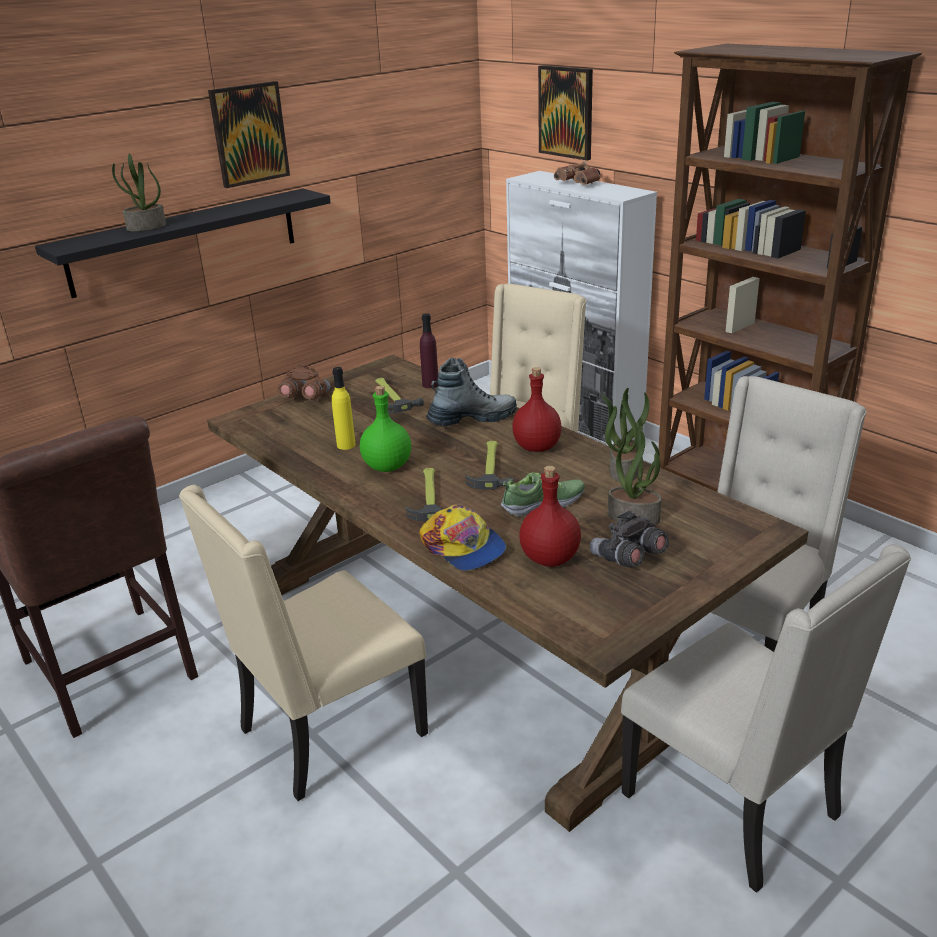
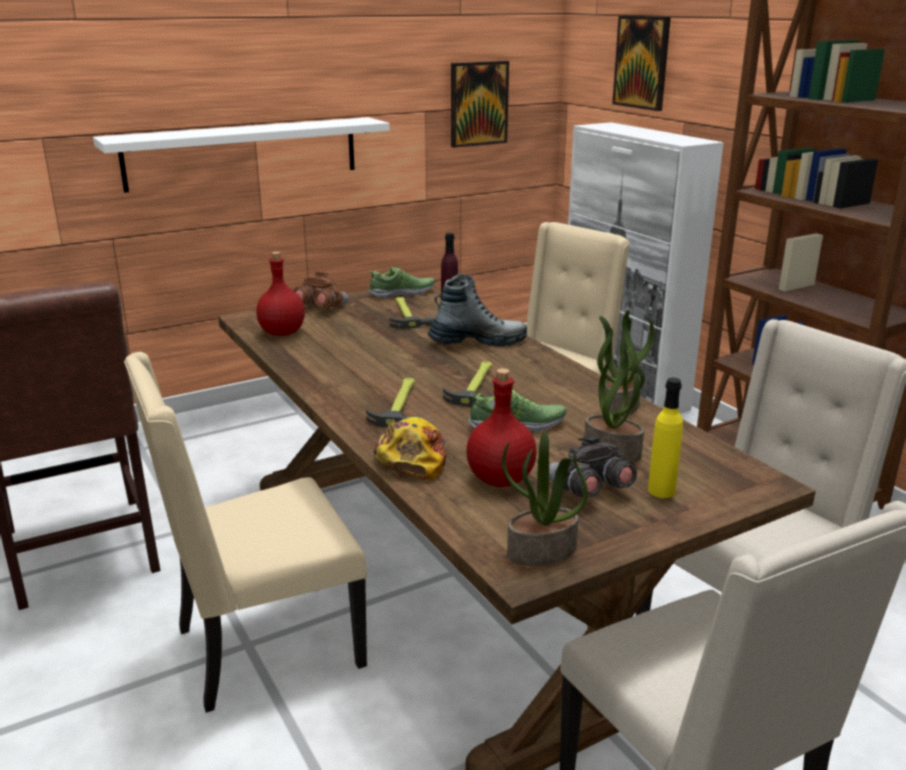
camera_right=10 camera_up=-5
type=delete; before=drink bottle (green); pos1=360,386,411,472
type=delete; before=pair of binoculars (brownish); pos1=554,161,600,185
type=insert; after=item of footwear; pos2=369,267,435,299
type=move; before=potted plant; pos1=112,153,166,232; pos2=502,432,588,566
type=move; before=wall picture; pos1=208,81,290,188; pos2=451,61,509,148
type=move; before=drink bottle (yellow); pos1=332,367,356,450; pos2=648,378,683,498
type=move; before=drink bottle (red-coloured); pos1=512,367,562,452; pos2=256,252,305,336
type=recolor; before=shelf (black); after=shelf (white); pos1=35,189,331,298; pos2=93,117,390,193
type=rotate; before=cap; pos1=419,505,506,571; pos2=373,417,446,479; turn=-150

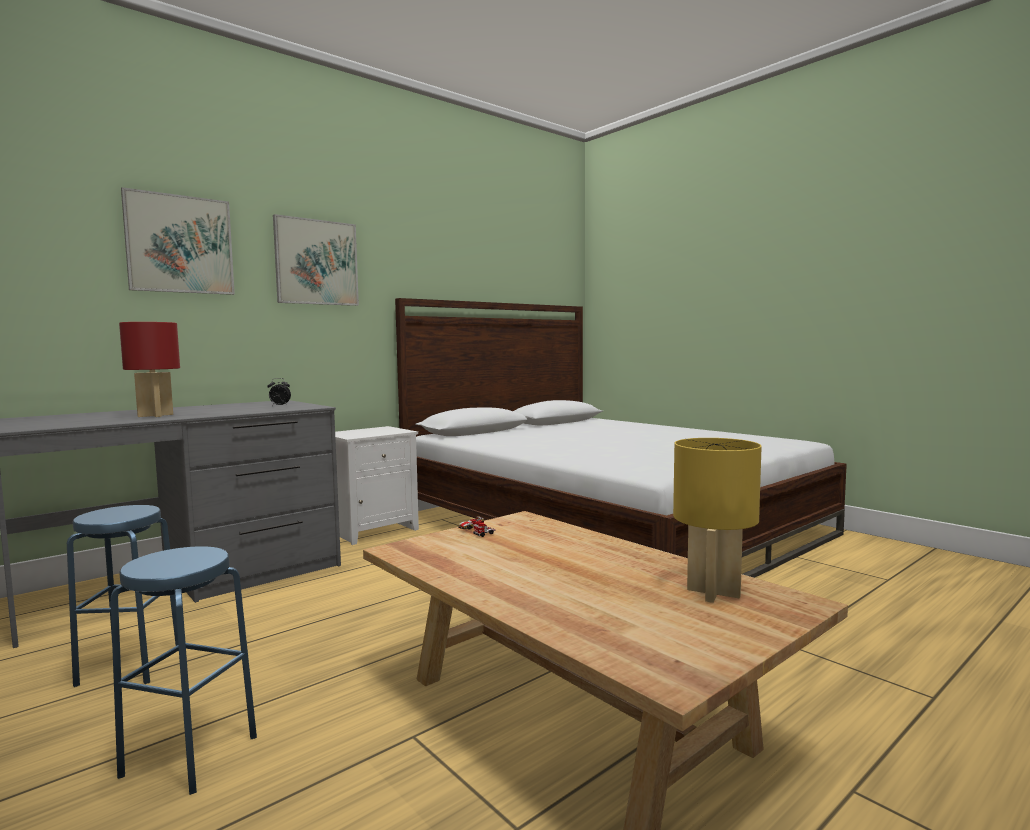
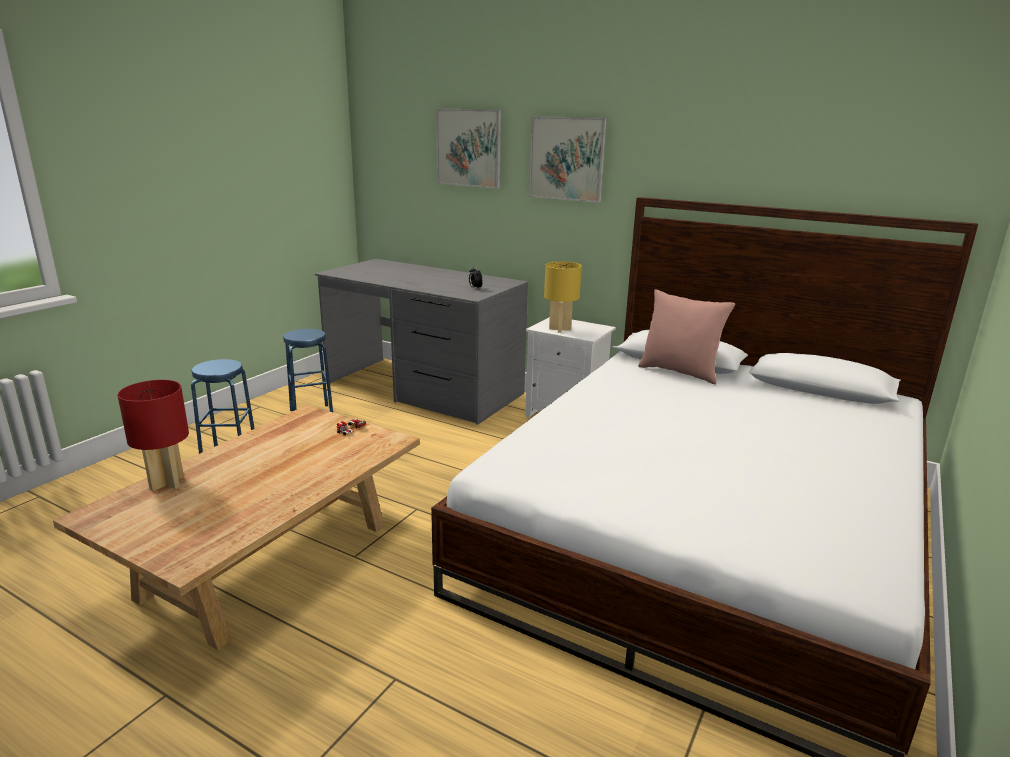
camera_right=70 camera_up=15
type=insert; after=pillow (pink); pos2=638,289,735,384
type=move; before=tabletop lamp (red-coloured); pos1=119,322,180,417; pos2=118,380,189,491
type=move; before=tabletop lamp (yellow); pos1=673,438,762,603; pos2=544,261,582,333

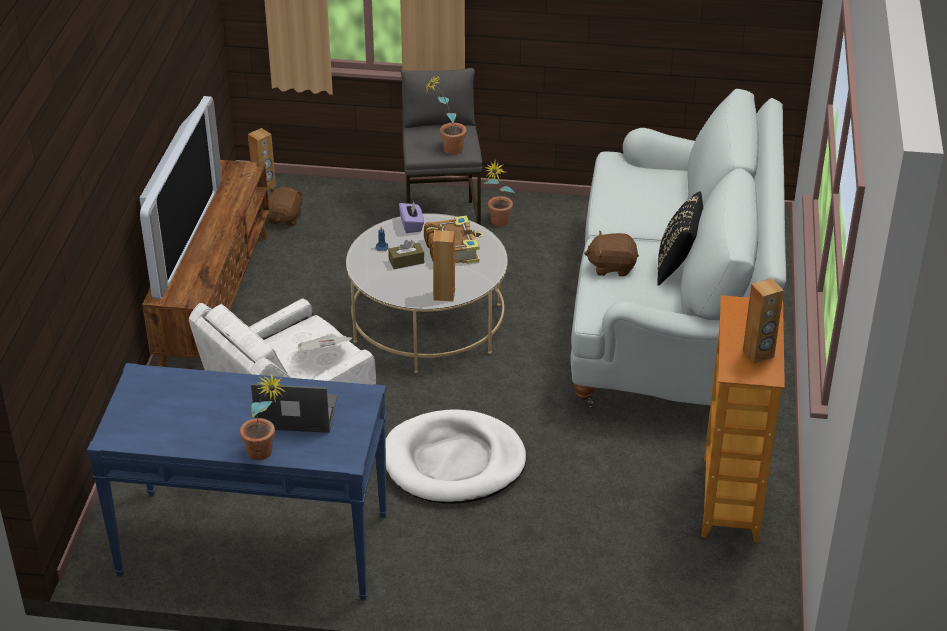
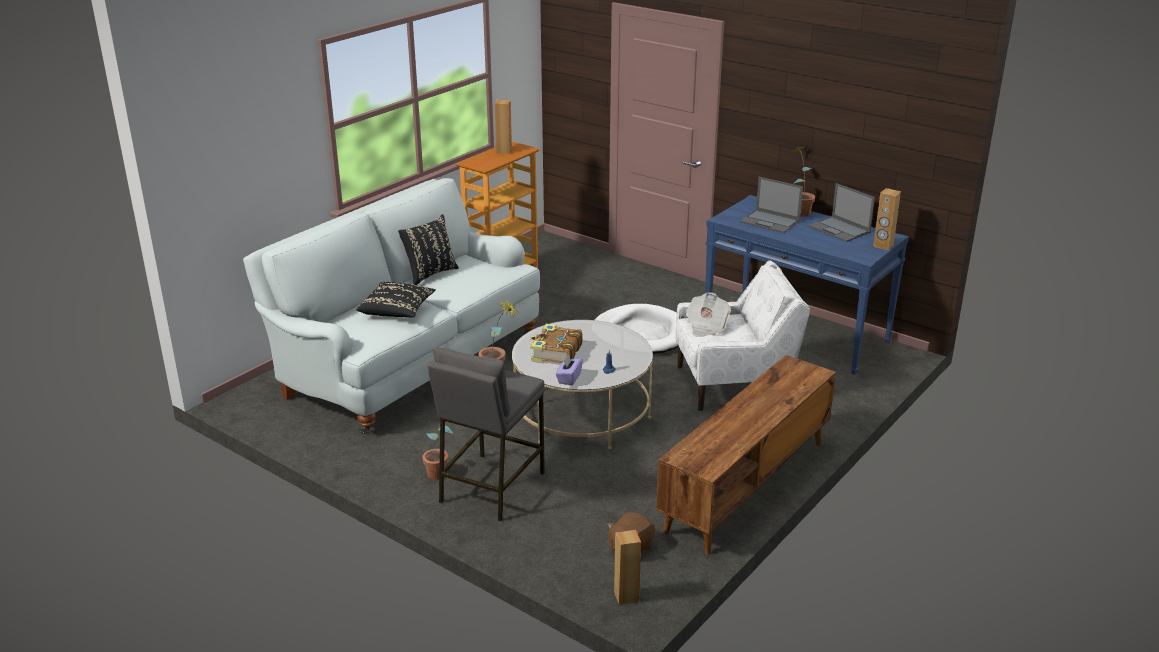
camera_right=-150 camera_up=-10
type=delete; before=TV; pos1=140,96,222,299
type=delete; before=box of tissues (brownish); pos1=388,240,424,269
type=delete; before=cuddly toy (brownish); pos1=584,230,639,276
type=insert; after=pillow (black); pos2=357,282,436,318
type=insert; after=portable computer; pos2=809,183,875,242
type=move; before=loudspeaker (brownish); pos1=433,230,455,301; pos2=873,188,901,250

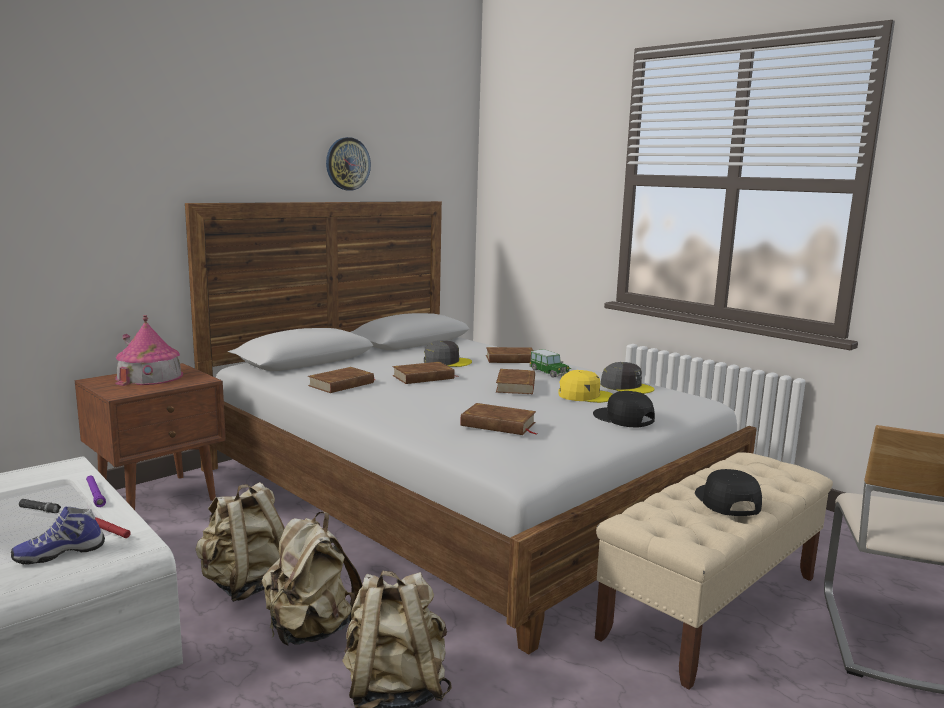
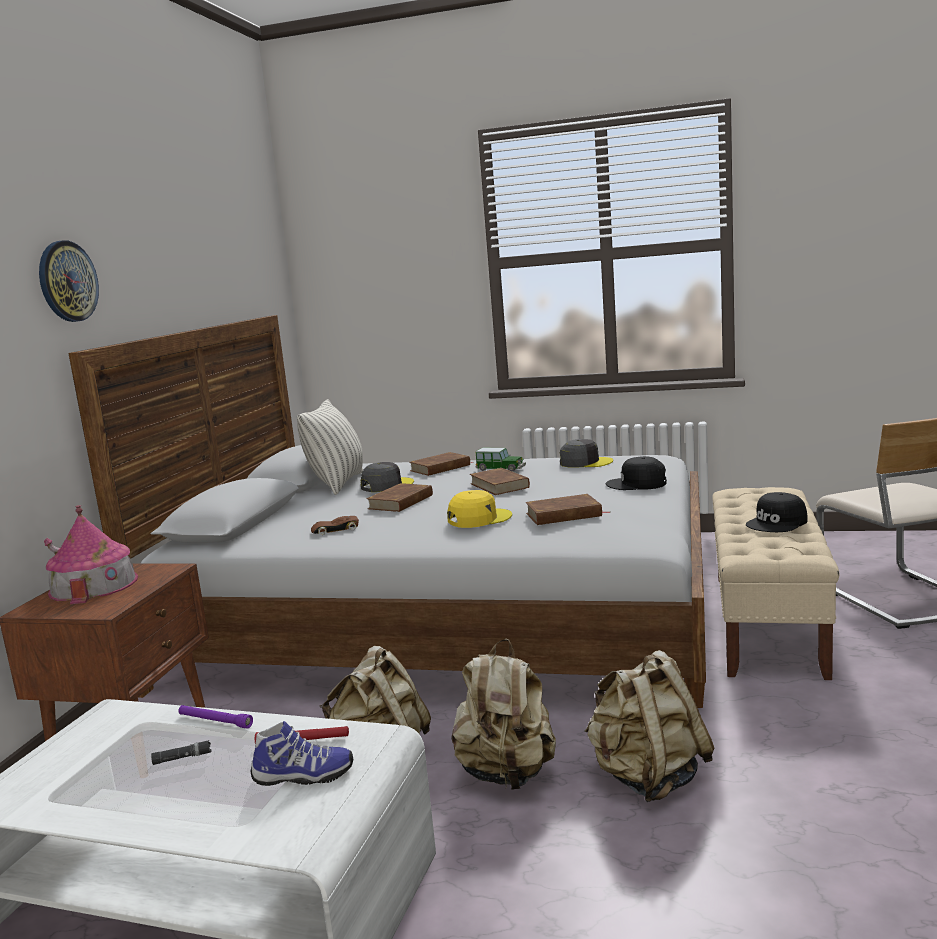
camera_right=-30 camera_up=0
type=insert; after=pillow; pos2=297,399,363,495
type=move; before=clock on the wall; pos1=326,137,371,191; pos2=39,241,99,322
type=move; before=cap (yellow); pos1=558,370,613,403; pos2=447,490,512,528
type=replace; before=volume (brownish); after=miniature car (brownish); pos1=308,367,375,393; pos2=311,516,359,535
type=rotate; before=item of footwear; pos1=11,506,105,565; pos2=250,721,353,786; turn=-120
type=rotate; before=cap (black); pos1=695,469,762,516; pos2=746,492,808,532; turn=-90

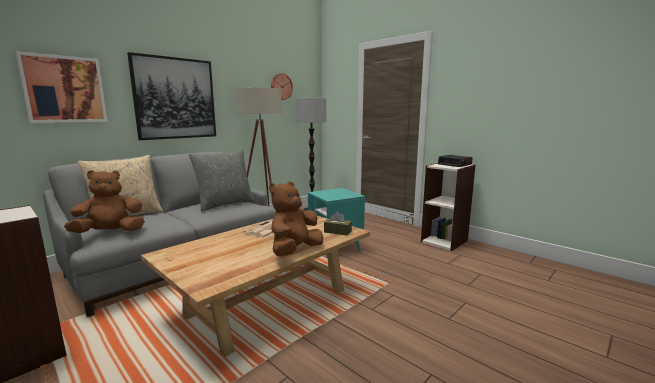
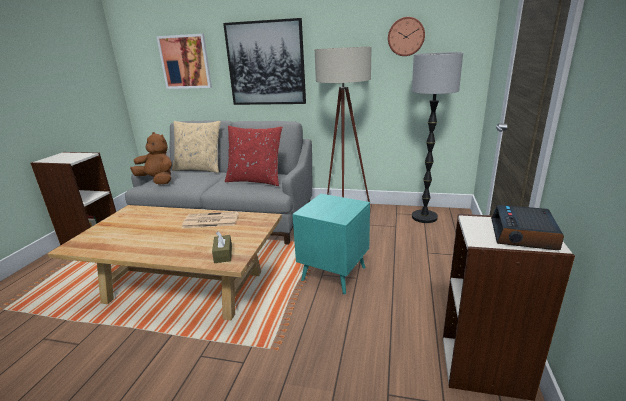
camera_right=60 camera_up=10
type=delete; before=cuddly toy (brownish); pos1=269,181,323,257
type=recolor; before=pillow (grey); after=pillow (red-coloured); pos1=189,150,255,212; pos2=225,126,282,186

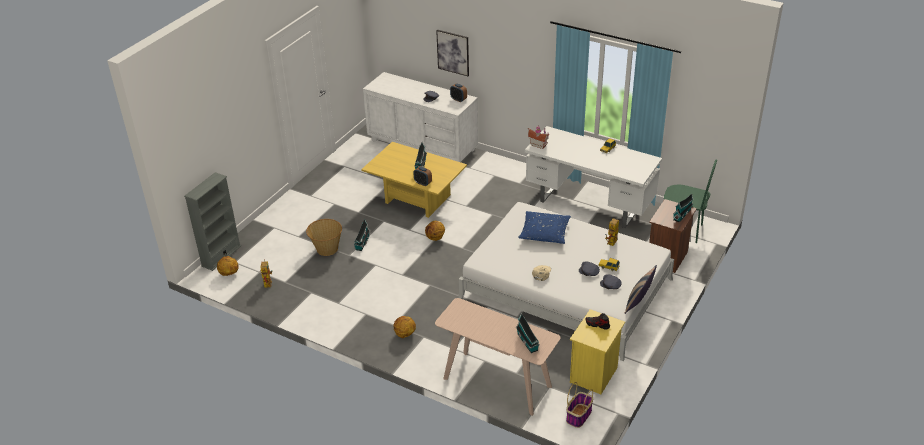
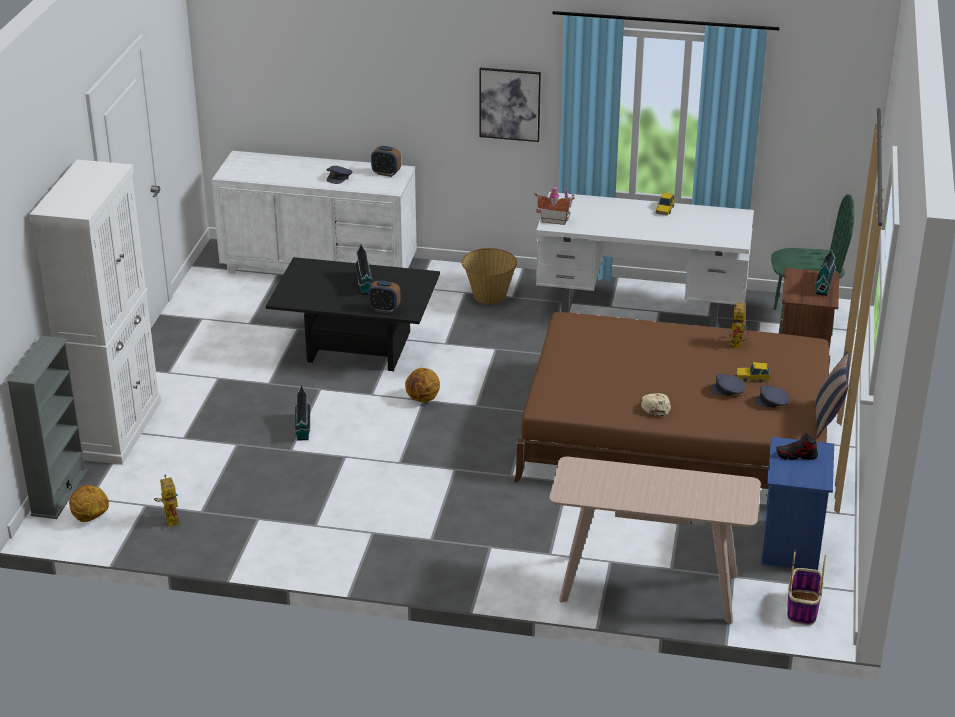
camera_right=-20 camera_up=-5
type=delete; before=basketball ball; pos1=393,316,416,338
type=delete; before=toy house; pos1=516,313,540,353
type=delete; before=pillow (blue); pos1=518,211,571,244
type=insert; after=cabinet (white); pos2=30,160,161,465
type=move; before=household basket; pos1=306,219,342,256; pos2=462,248,517,304
type=move; before=wall picture; pos1=436,29,469,76; pos2=479,68,541,142
type=recolor; before=lounge table (yellow); after=lounge table (black); pos1=361,142,467,218; pos2=266,257,440,371
type=recolor; before=bedroom bed (white); after=bedroom bed (brownish); pos1=458,202,674,361; pos2=513,312,831,489
type=recolor; before=bedside table (yellow); after=bedside table (blue); pos1=570,309,625,394; pos2=761,437,834,570

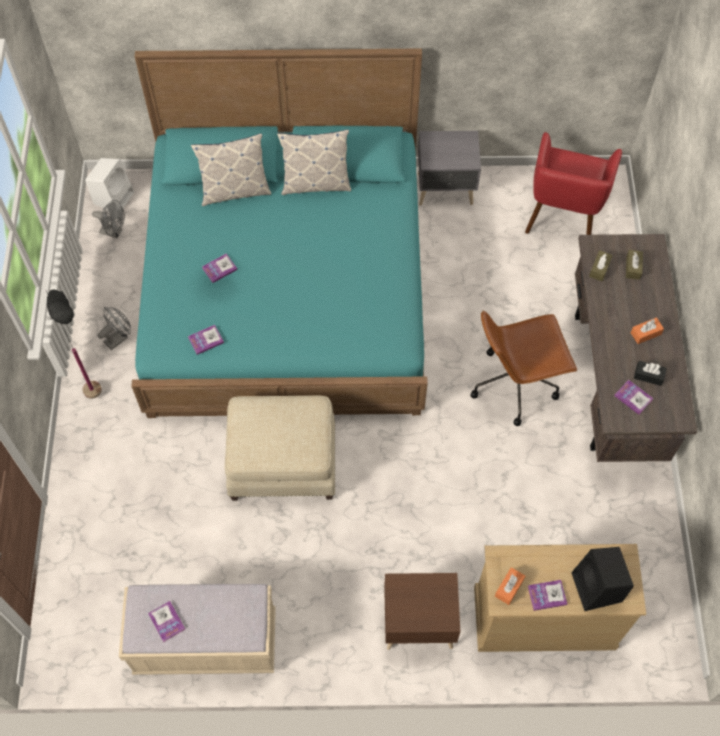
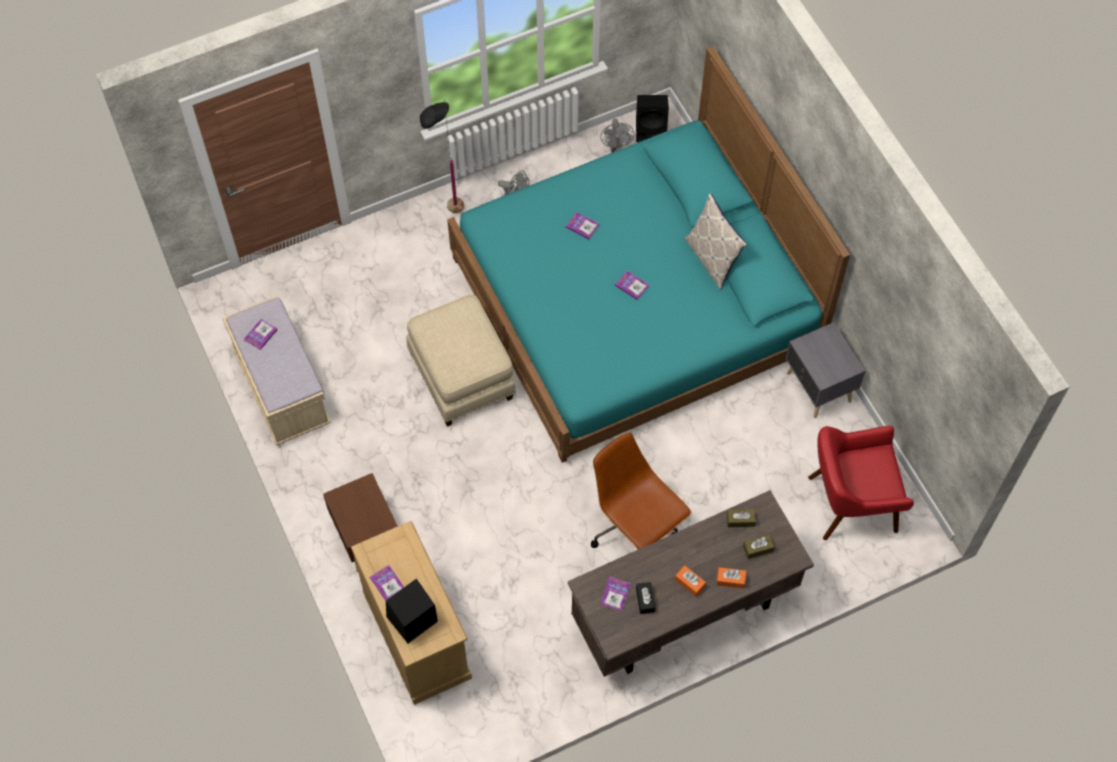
camera_right=65 camera_up=0
type=delete; before=pillow; pos1=191,133,271,206
type=move; before=volume; pos1=188,325,224,355; pos2=615,271,649,300
type=move; before=box of tissues (orange-coloured); pos1=495,567,525,605; pos2=717,567,746,589
type=recolor; before=loudspeaker (white); after=loudspeaker (black); pos1=85,158,134,210; pos2=636,95,669,142

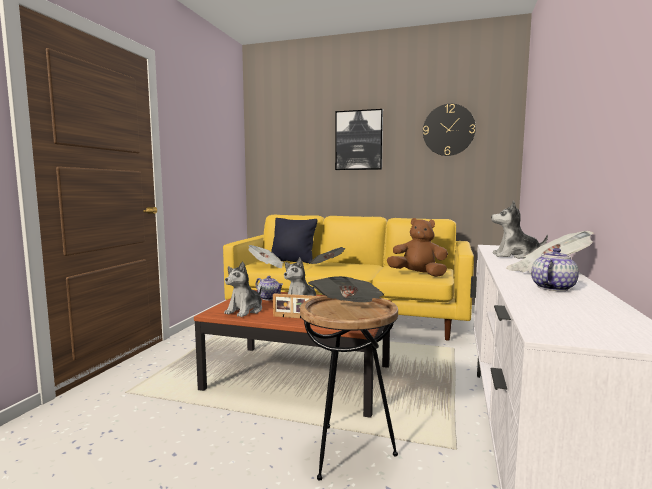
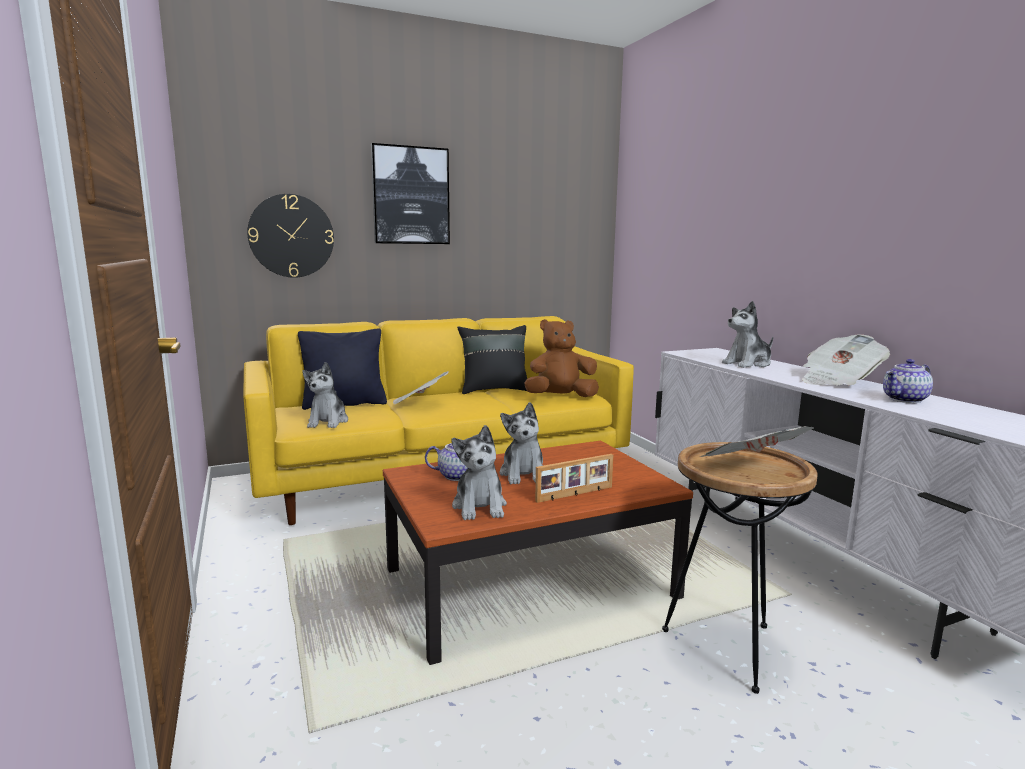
camera_right=-40 camera_up=5
type=insert; after=pillow (black); pos2=457,325,527,394
type=move; before=clock on the wall; pos1=423,104,476,156; pos2=247,194,334,278
type=replace; before=printed paper; after=cuddly toy; pos1=248,245,284,268; pos2=302,362,348,428
type=rotate; before=teapot; pos1=531,248,579,291; pos2=883,359,933,403; turn=-120

